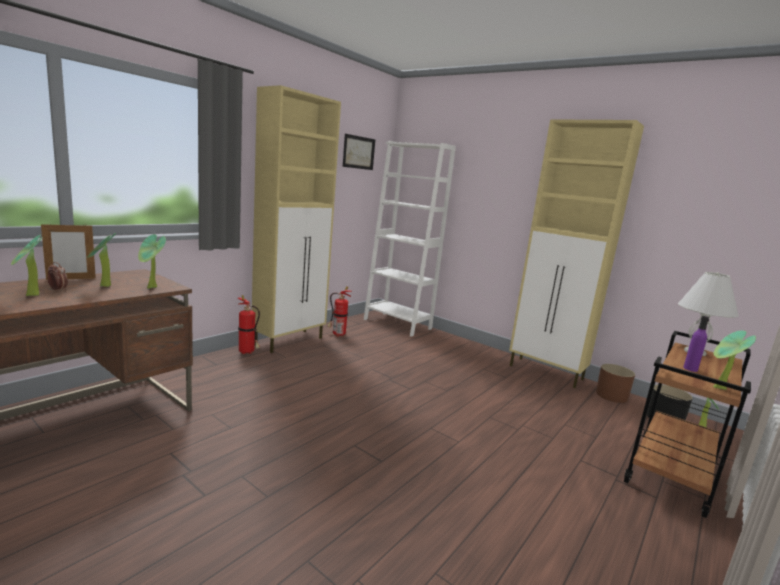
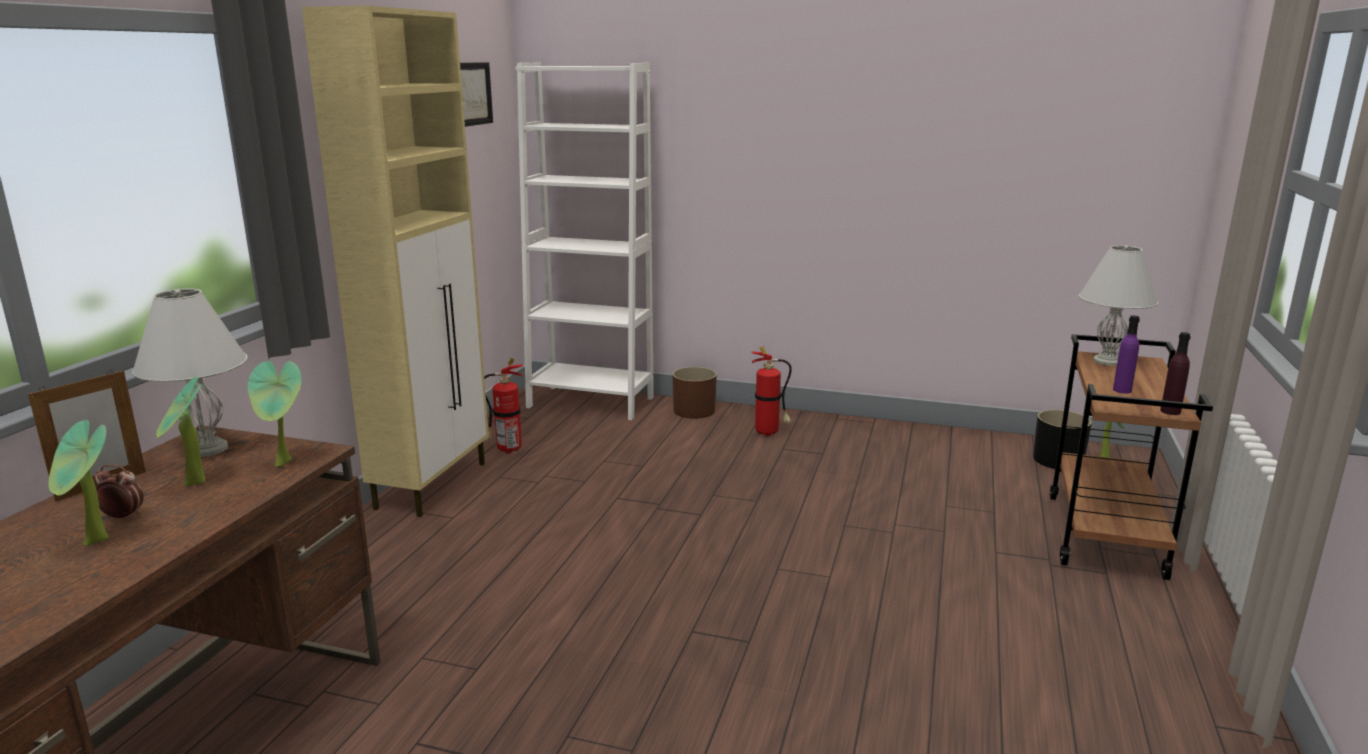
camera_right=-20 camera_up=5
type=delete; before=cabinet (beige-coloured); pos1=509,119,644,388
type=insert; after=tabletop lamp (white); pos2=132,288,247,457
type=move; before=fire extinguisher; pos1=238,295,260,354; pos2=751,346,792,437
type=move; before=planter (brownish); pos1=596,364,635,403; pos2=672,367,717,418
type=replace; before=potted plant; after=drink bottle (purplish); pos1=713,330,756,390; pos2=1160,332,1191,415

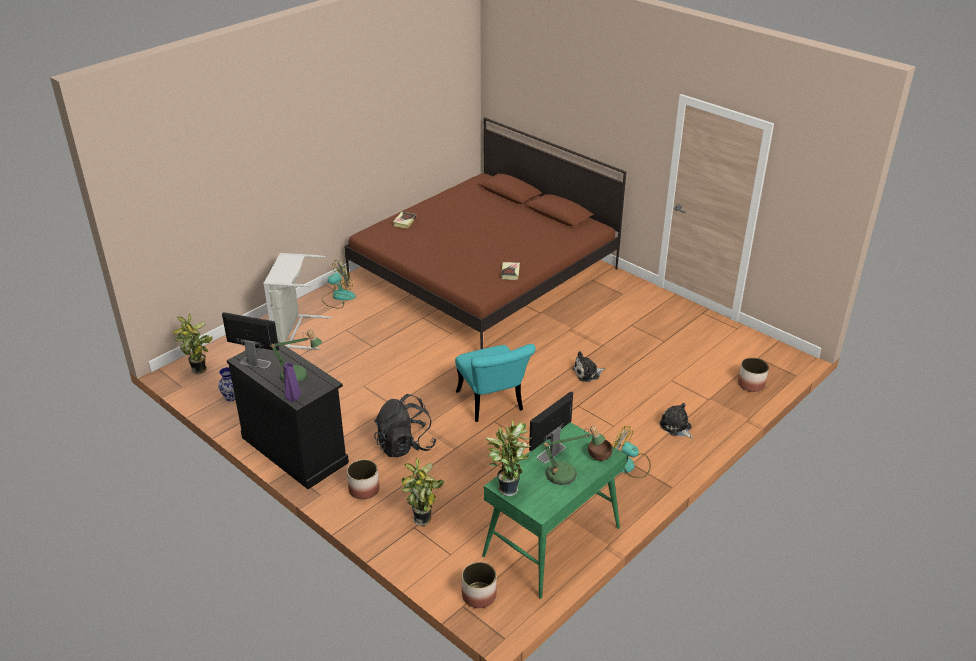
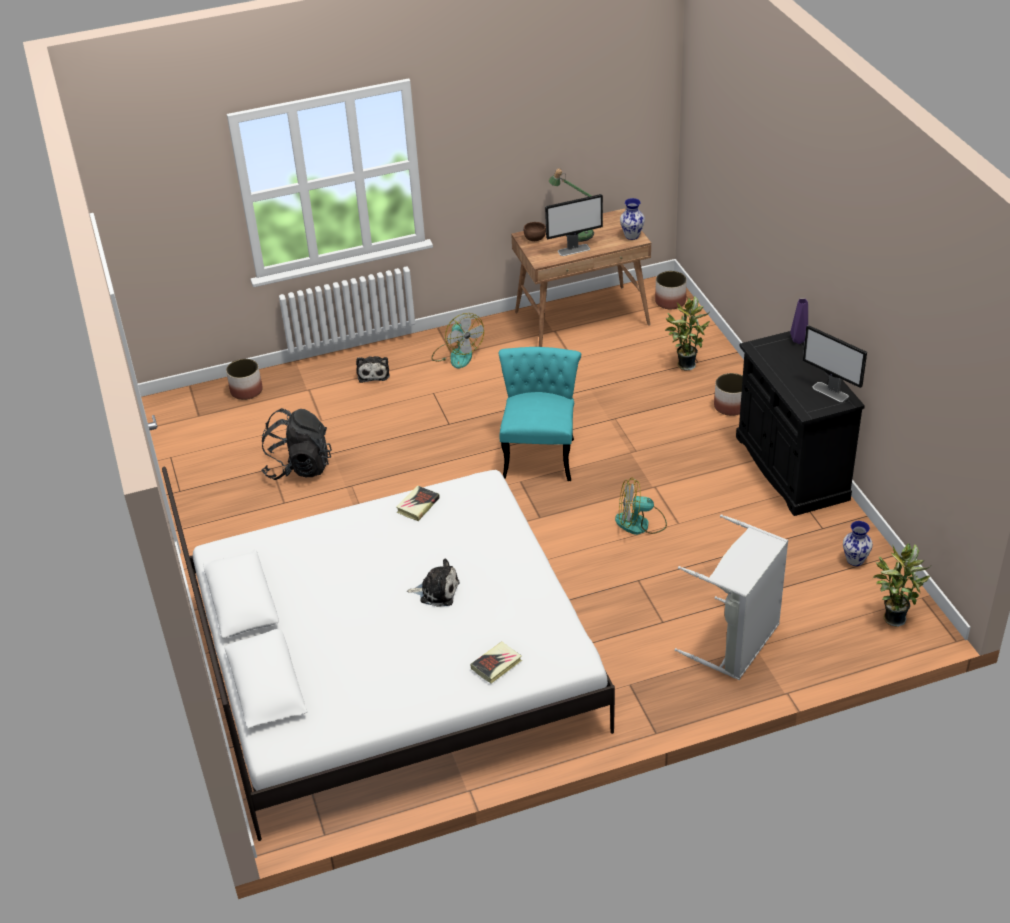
camera_right=-150 camera_up=5
type=delete; before=tabletop lamp; pos1=269,330,322,383
type=move; before=fan; pos1=321,260,356,309; pos2=615,477,667,535
type=move; before=rucksack (black); pos1=374,394,436,457; pos2=261,408,332,480
type=move; before=cuddly toy; pos1=573,351,605,382; pos2=407,558,460,607
type=replace; before=potted plant; after=vase; pos1=486,420,532,496; pos2=620,198,645,240
type=recolor; before=bedroom bed (brownish); after=bedroom bed (white); pos1=344,117,626,349; pos2=162,467,615,841
type=recolor; before=desk table (green); after=desk table (brownish); pos1=482,422,627,599; pos2=511,209,651,347

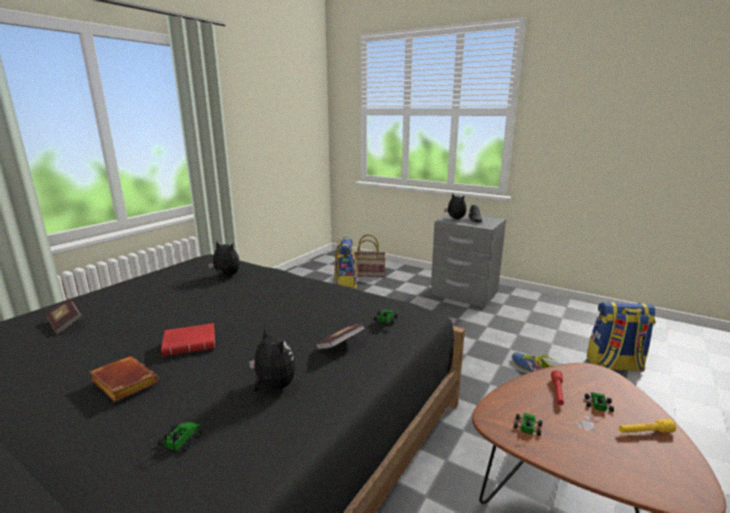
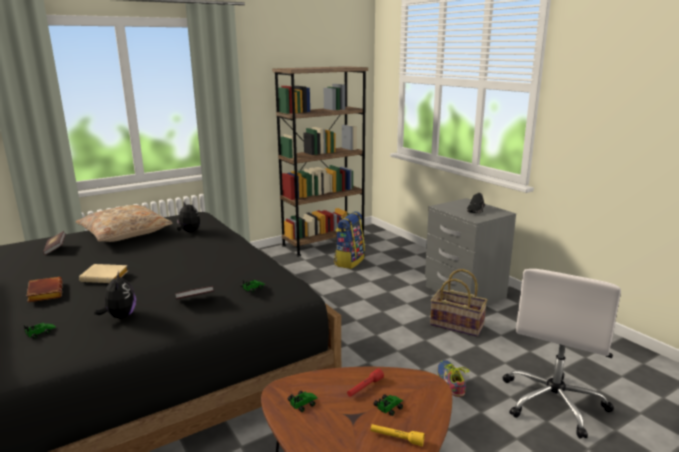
camera_right=25 camera_up=0
type=delete; before=cuddly toy; pos1=444,193,467,219
type=insert; after=pillow (beige-coloured); pos2=76,205,173,242
type=insert; after=bookshelf (brownish); pos2=272,66,368,256
type=move; before=household basket; pos1=354,234,386,277; pos2=430,269,487,337
type=replace; before=rucksack; after=desk chair (white); pos1=587,302,656,371; pos2=503,269,621,439
type=recolor; before=volume (red-coloured); after=volume (beige-coloured); pos1=161,323,215,356; pos2=79,264,128,283

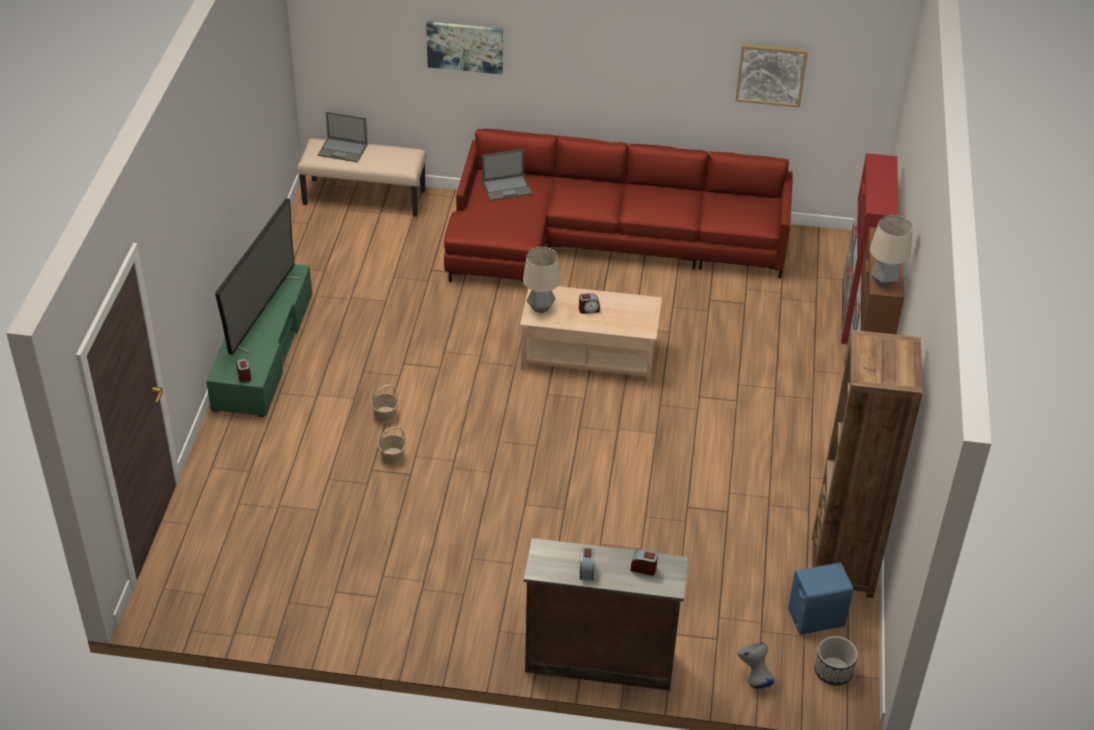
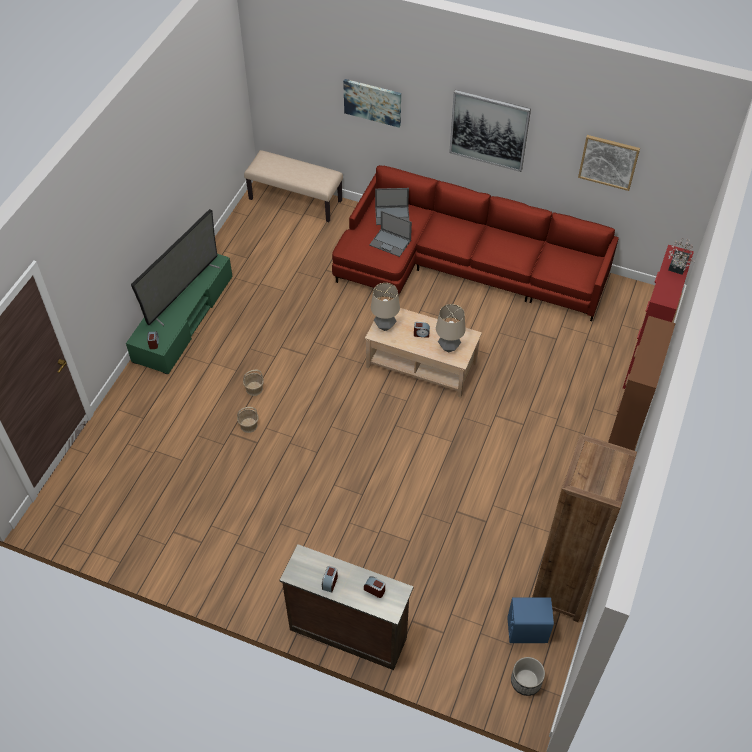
camera_right=15 camera_up=10
type=delete; before=vase (grey); pos1=737,642,775,689
type=insert; after=wall picture; pos2=449,90,531,172
type=insert; after=potted plant; pos2=668,238,695,275
type=move; before=portable computer; pos1=318,112,368,162; pos2=369,211,412,257
type=move; before=tabletop lamp; pos1=870,215,913,288; pos2=436,304,466,353

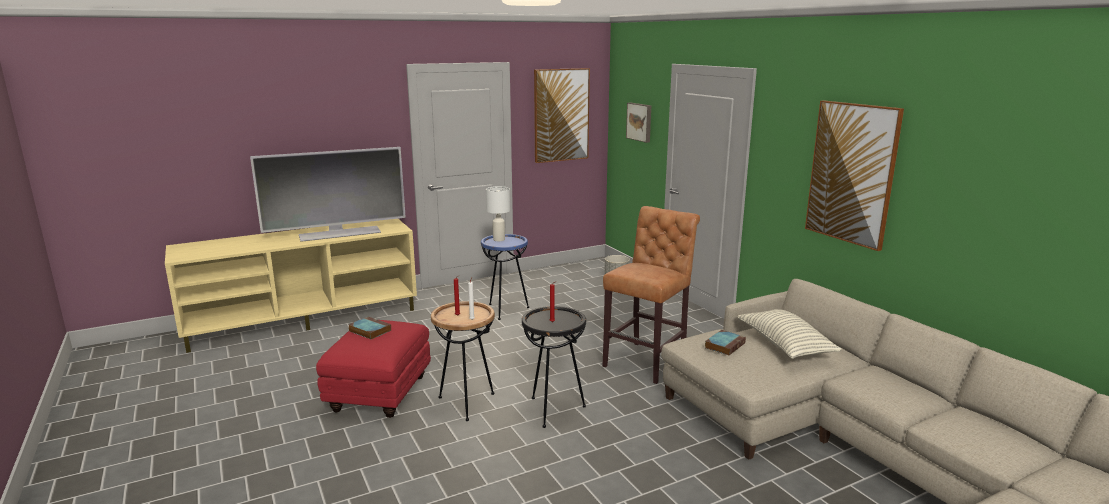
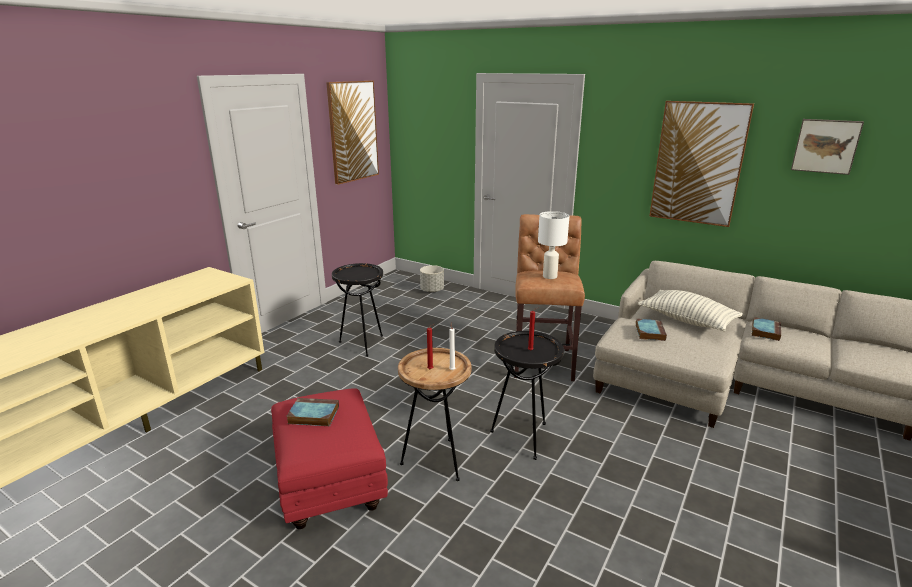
camera_right=-30 camera_up=5
type=delete; before=TV; pos1=250,147,406,242
type=insert; after=volume; pos2=752,317,781,341
type=move; before=tabletop lamp (white); pos1=486,186,510,241; pos2=538,211,569,279
type=move; before=wall picture; pos1=626,103,651,143; pos2=791,119,864,175
type=recolor; before=end table (blue); after=end table (black); pos1=481,234,529,320; pos2=332,263,383,357

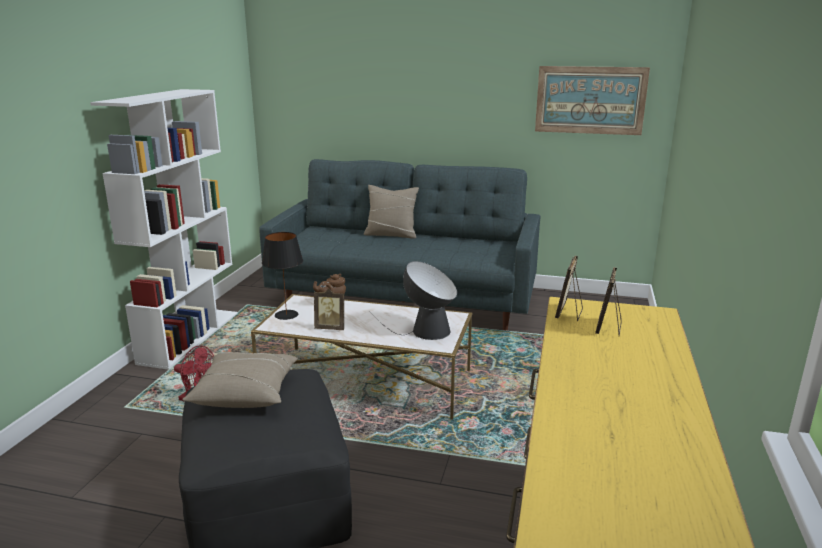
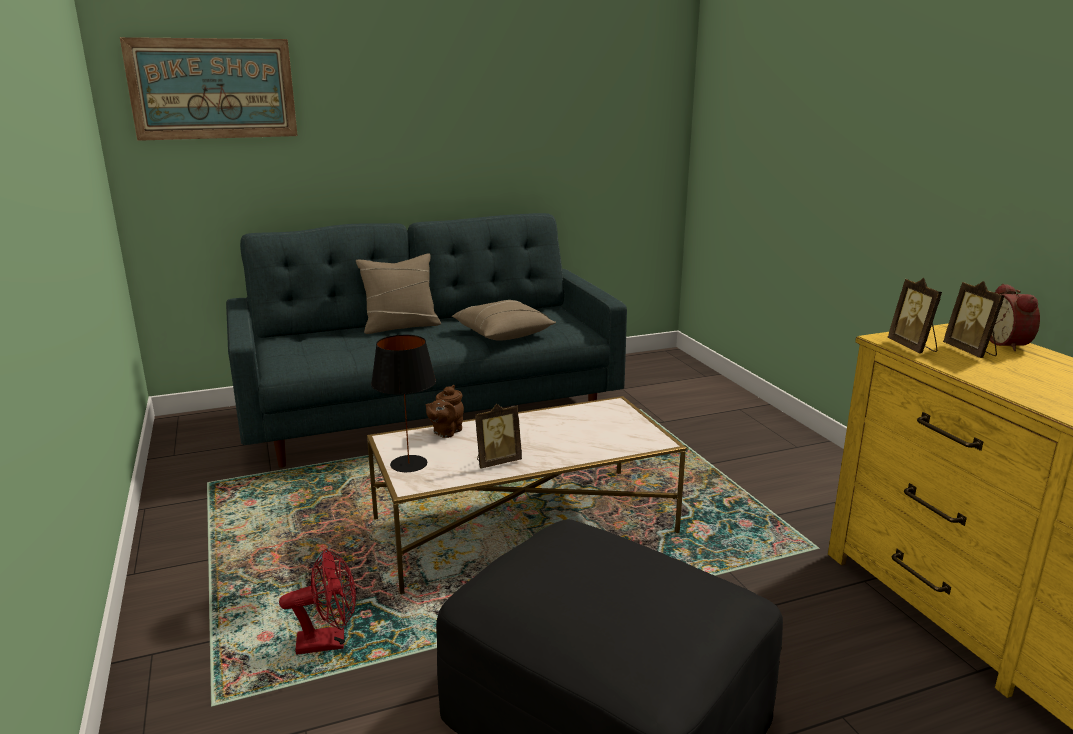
camera_right=-35 camera_up=0
type=delete; before=bookshelf (white); pos1=90,89,238,370
type=delete; before=tabletop lamp; pos1=369,261,457,340
type=insert; after=alarm clock; pos2=990,283,1040,351
type=move; before=pillow (beige-coloured); pos1=182,352,298,408; pos2=452,300,556,341
type=move; before=wall picture; pos1=535,66,650,135; pos2=120,37,298,141

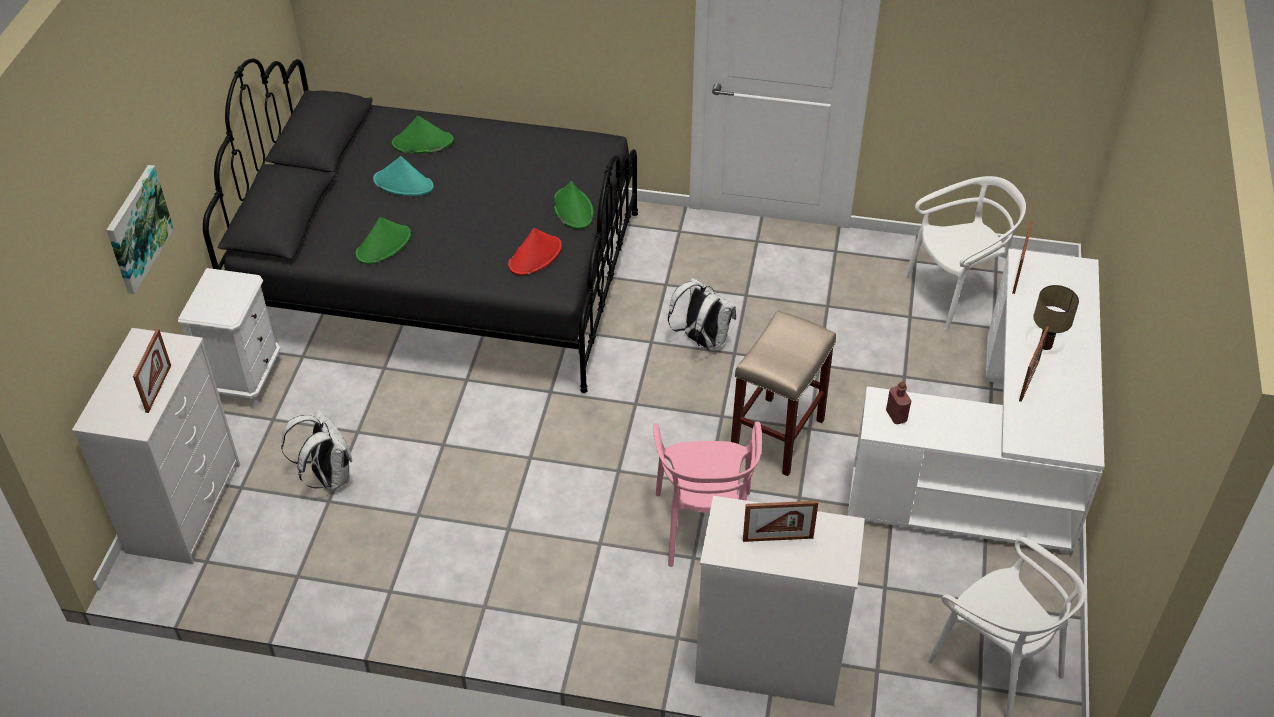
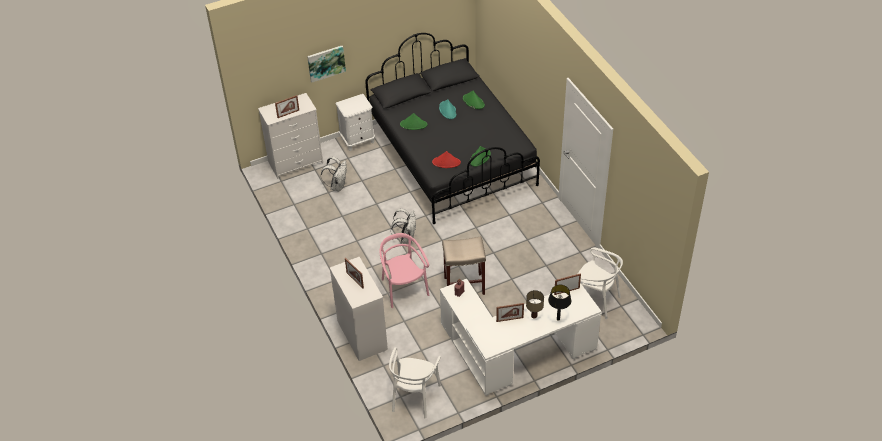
camera_right=55 camera_up=0
type=insert; after=tabletop lamp (black); pos2=548,285,571,321
type=move; before=rucksack (white); pos1=668,277,736,351; pos2=391,209,416,244
type=rotate; before=plain chair (pink); pos1=653,421,762,567; pos2=380,233,429,308; turn=105

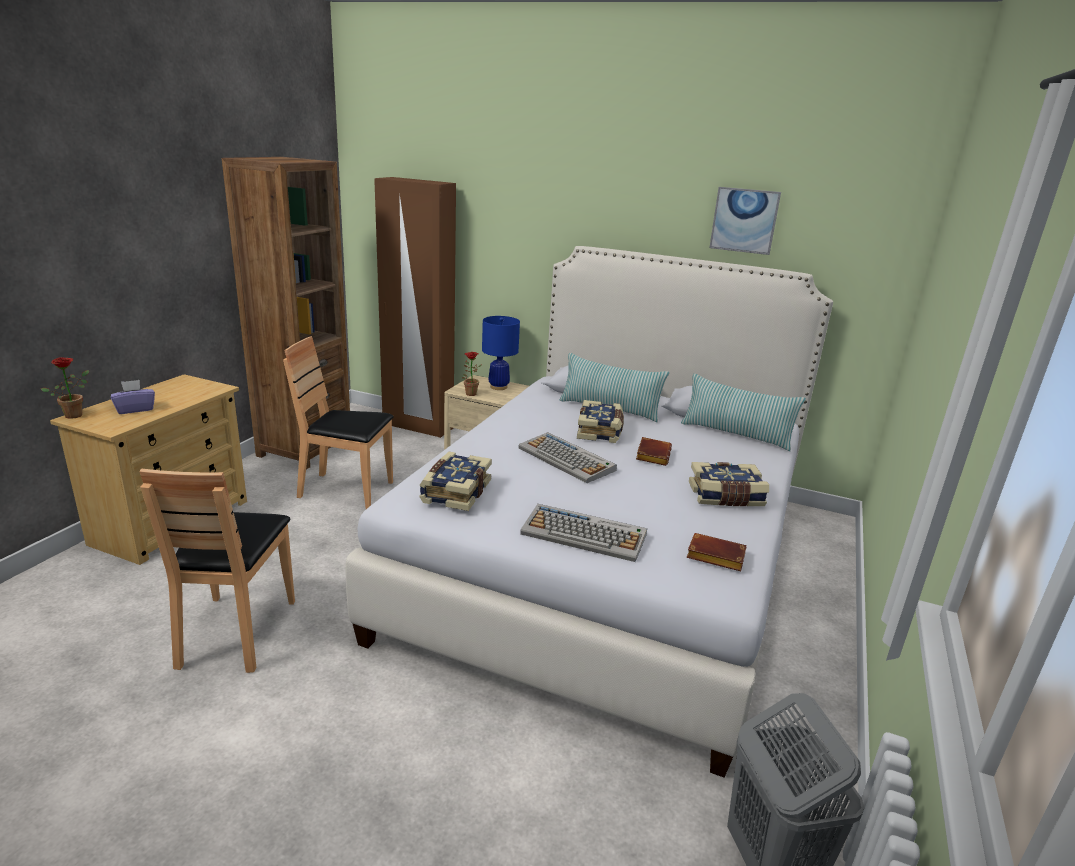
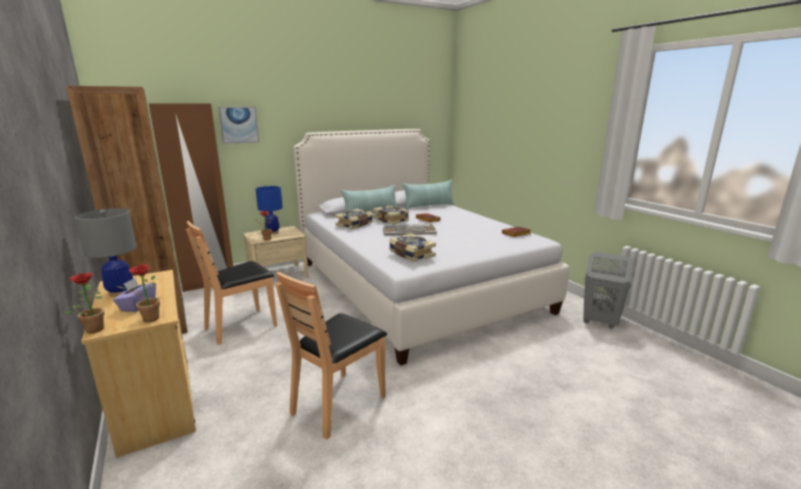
camera_right=-50 camera_up=-5
type=delete; before=computer keyboard; pos1=520,504,647,562
type=insert; after=tabletop lamp (grey); pos2=75,208,137,297
type=insert; after=potted plant; pos2=116,264,160,322
type=move; before=volume; pos1=689,462,769,506; pos2=335,209,373,229
type=move; before=wall picture; pos1=709,187,781,255; pos2=218,107,259,144
type=rotate; before=plain chair (brownish); pos1=139,469,295,673; pos2=275,272,387,439; turn=90

